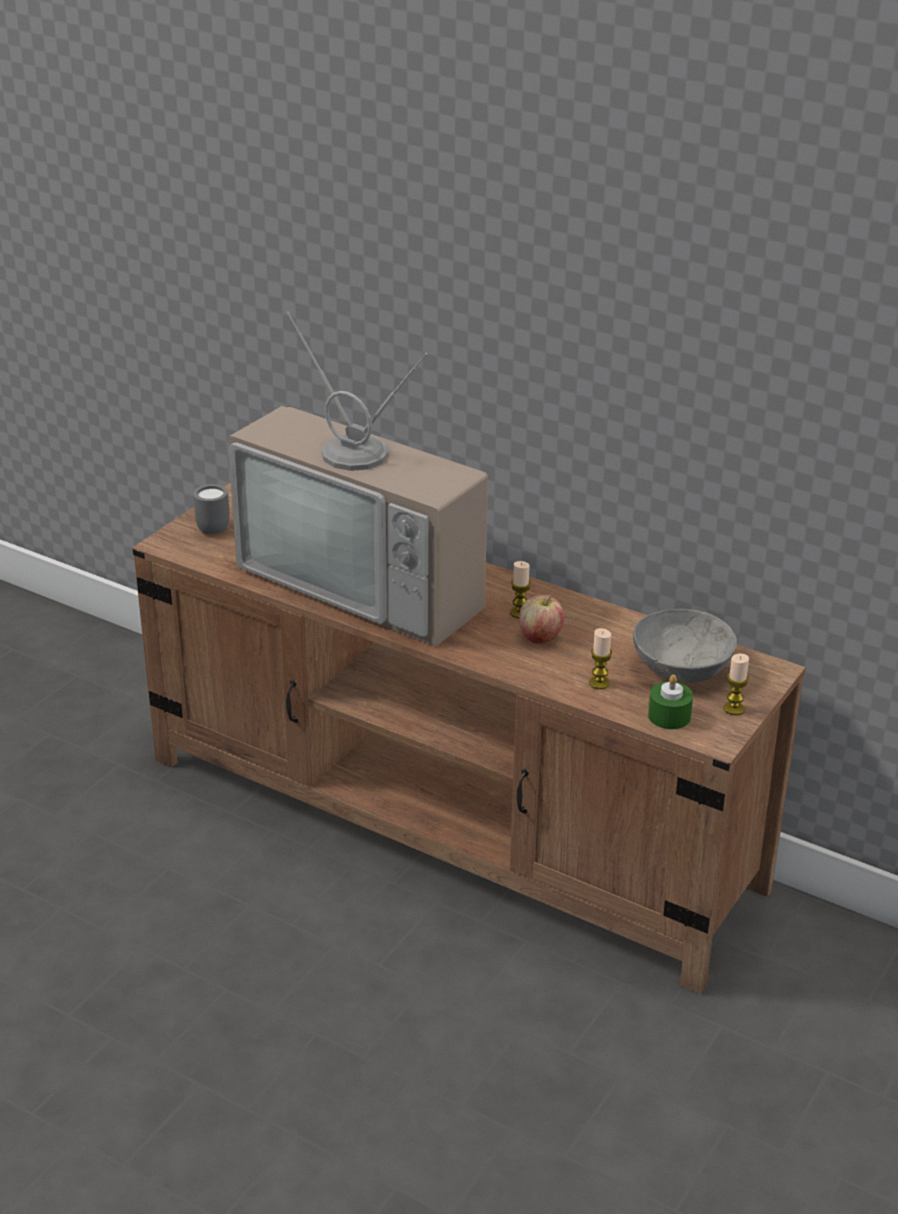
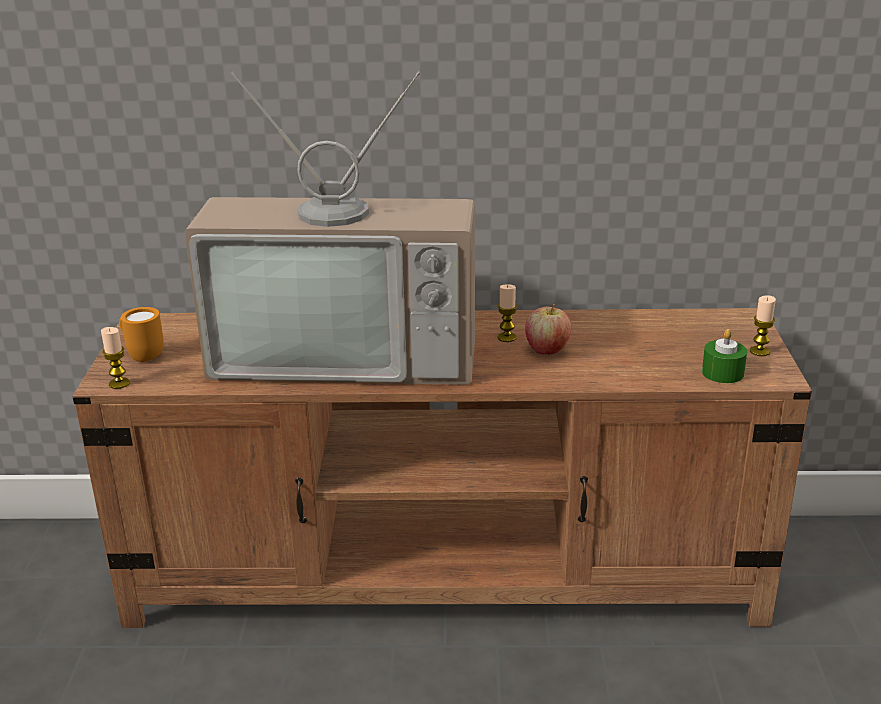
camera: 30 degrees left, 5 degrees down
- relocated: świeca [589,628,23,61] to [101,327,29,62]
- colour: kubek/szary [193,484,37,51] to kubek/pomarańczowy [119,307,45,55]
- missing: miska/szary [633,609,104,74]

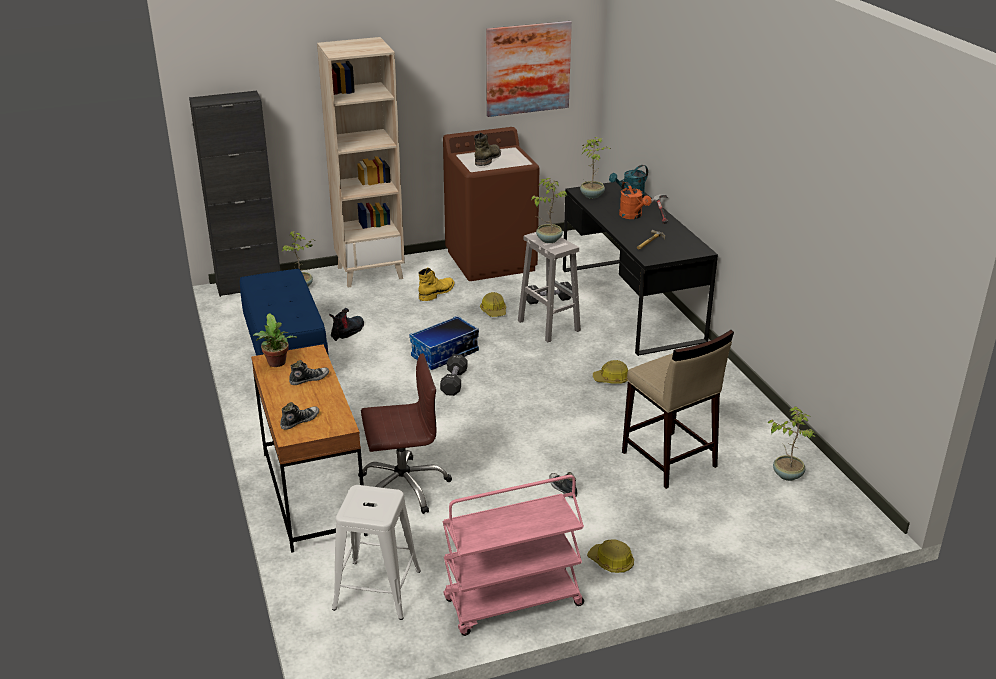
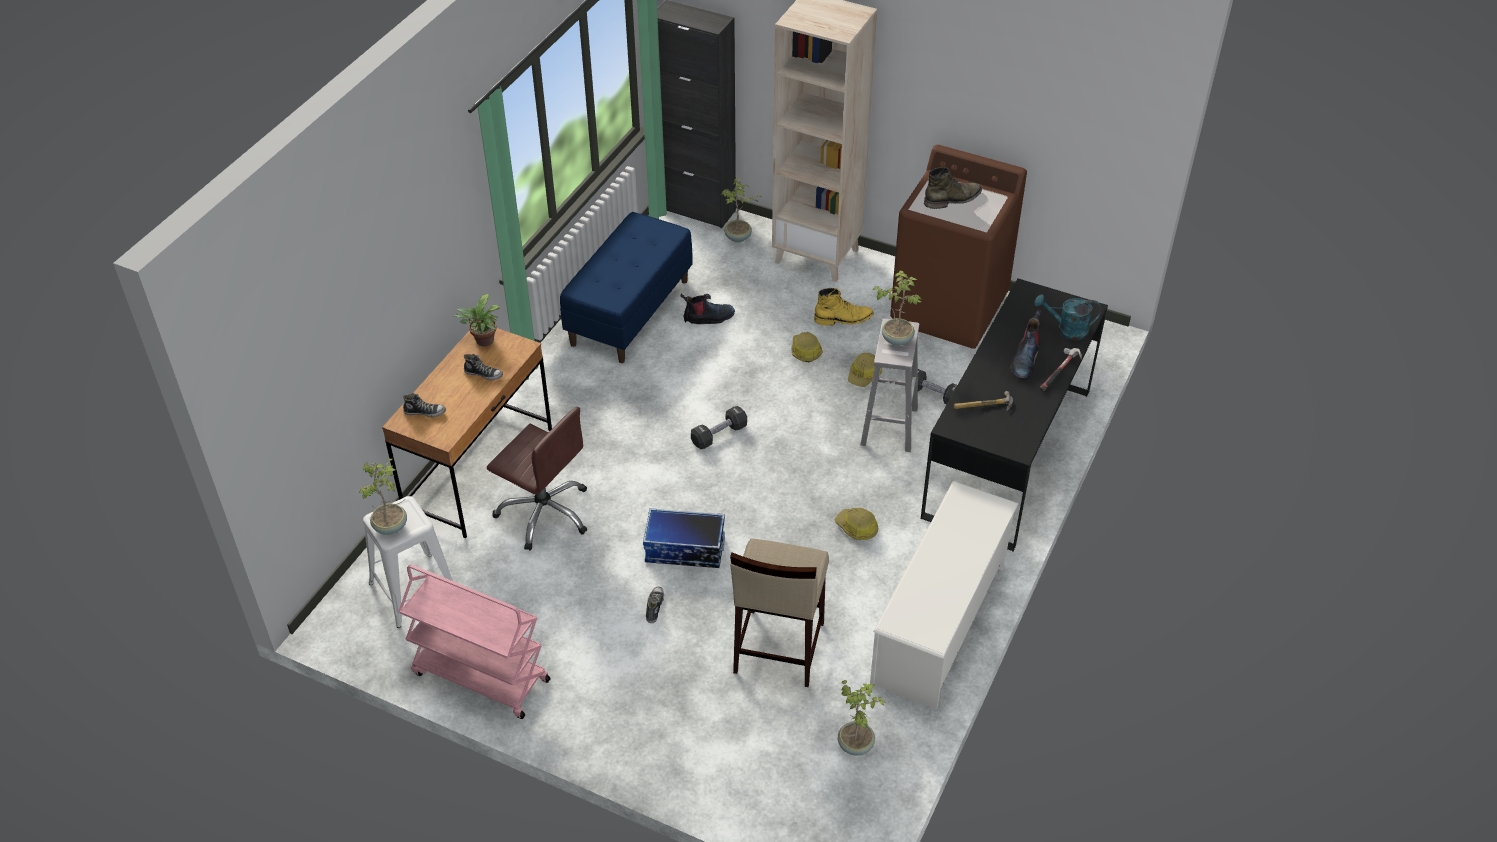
camera: 45 degrees right, 15 degrees up
- relocated: roślina doniczkowa [580,137,32,62] to [359,459,48,76]
- relocated: pojemnik do przechowywania [409,316,70,54] to [643,508,82,60]
- relocated: kask [587,539,47,34] to [791,332,32,31]
- appeared: regał na buty/biały [870,481,149,228]
- exchanged: konewka/pomarańczowy [619,182,33,37] to but z cholewką [1010,310,31,68]
- missing: obraz [486,21,86,96]

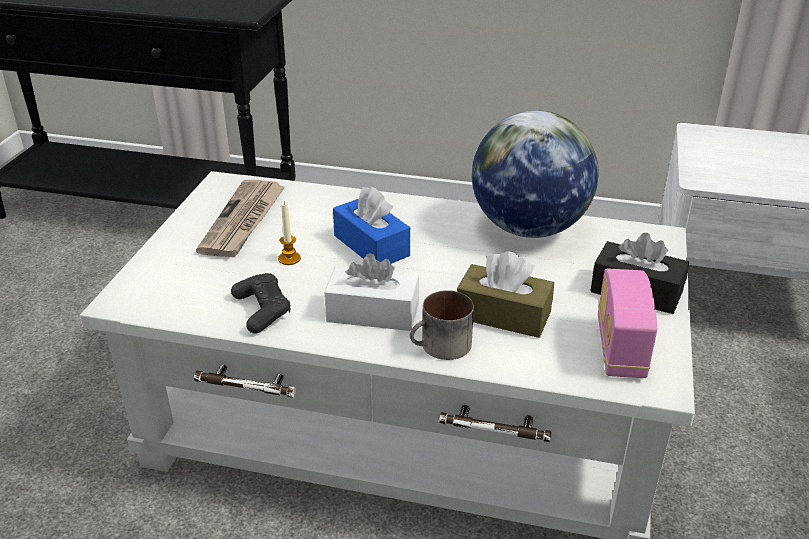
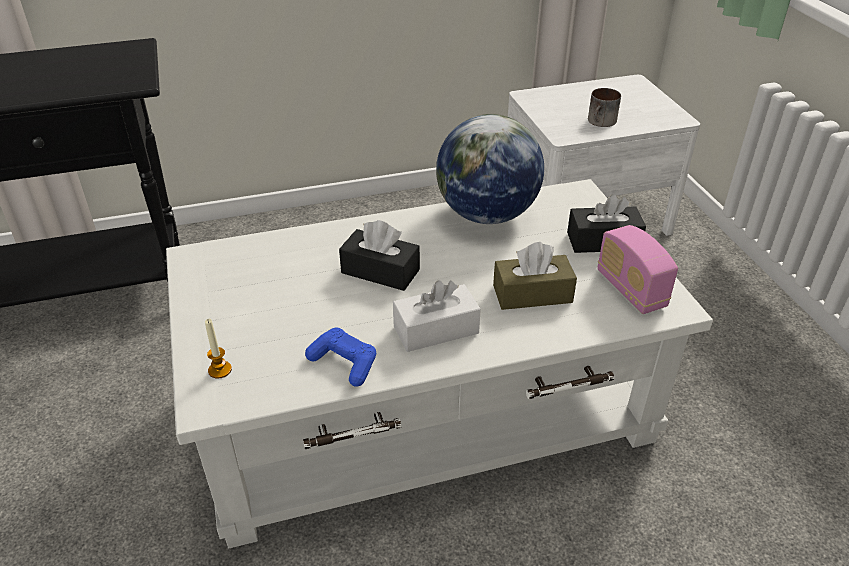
camera: 30 degrees left, 5 degrees up
- relocated: świeca [278,202,23,63] to [205,319,27,60]
- colour: pad do gier/czarny [231,273,59,61] to pad do gier/niebieski [305,328,71,59]
- colour: pudełko chusteczek/niebieski [333,187,77,77] to pudełko chusteczek/czarny [339,220,81,71]
- relocated: kubek [410,290,64,70] to [588,88,33,39]
- missing: gazeta [196,180,89,77]

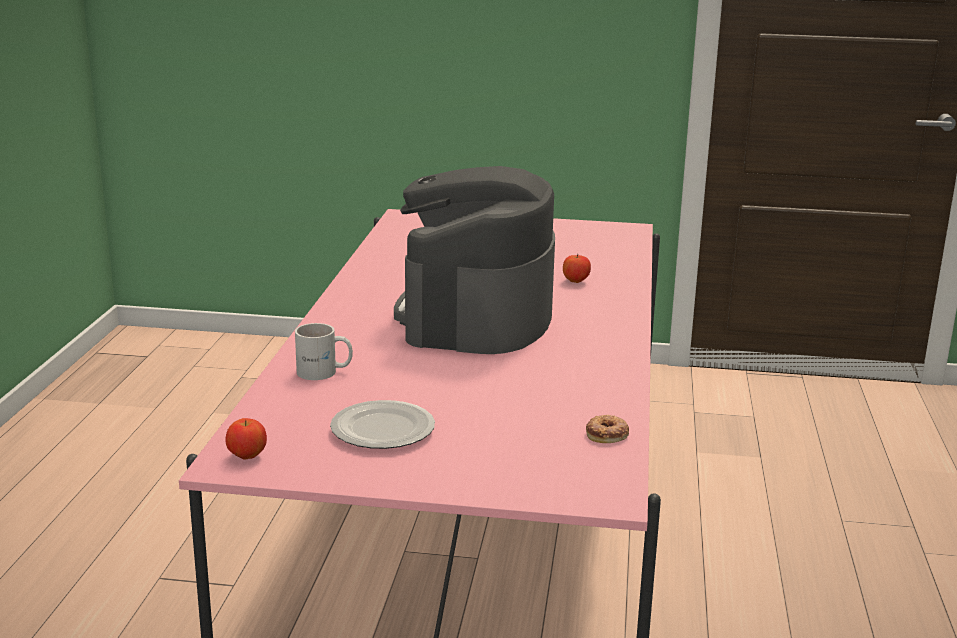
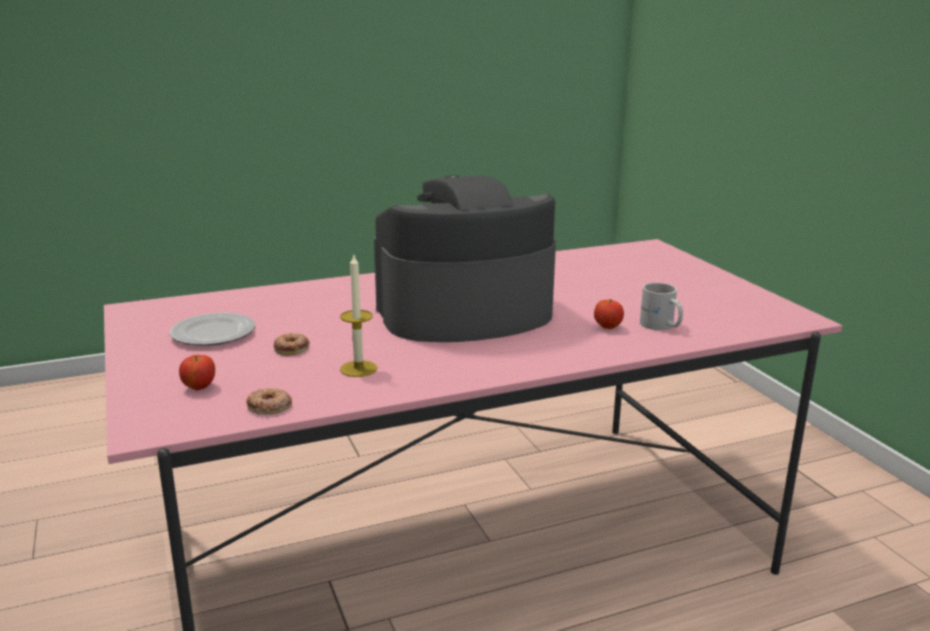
camera: 60 degrees right, 0 degrees up
- relocated: jabłko [225,418,42,42] to [179,355,36,35]
- appeared: donut [274,333,36,23]
- appeared: świeca [340,255,37,122]
- relocated: kubek/biały [295,323,58,57] to [640,283,43,47]

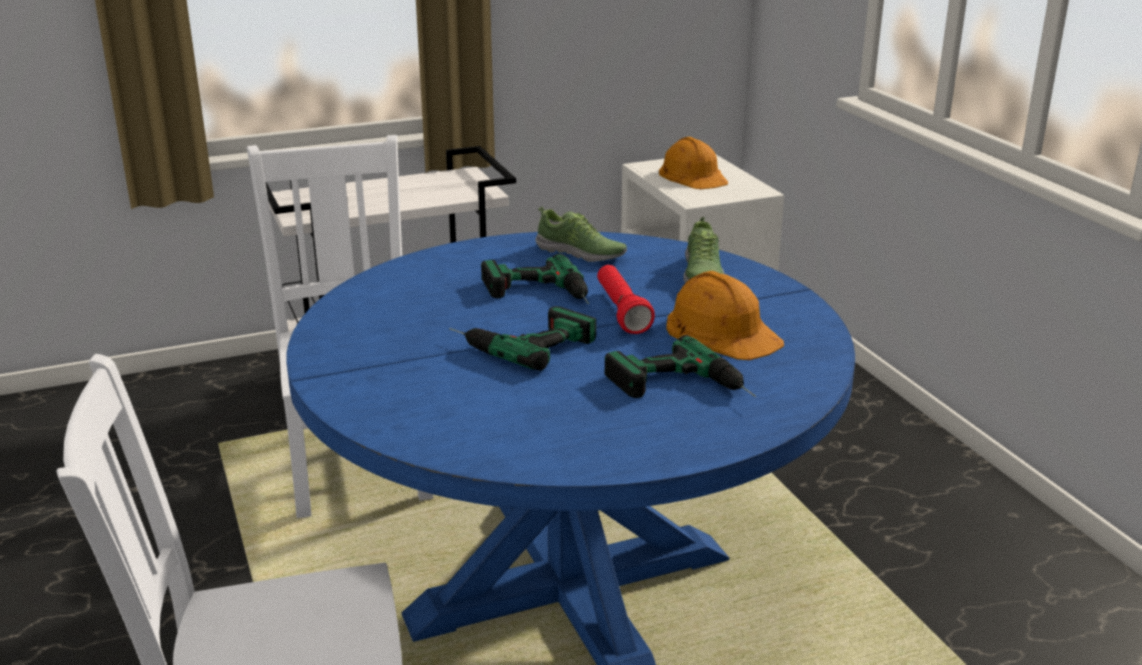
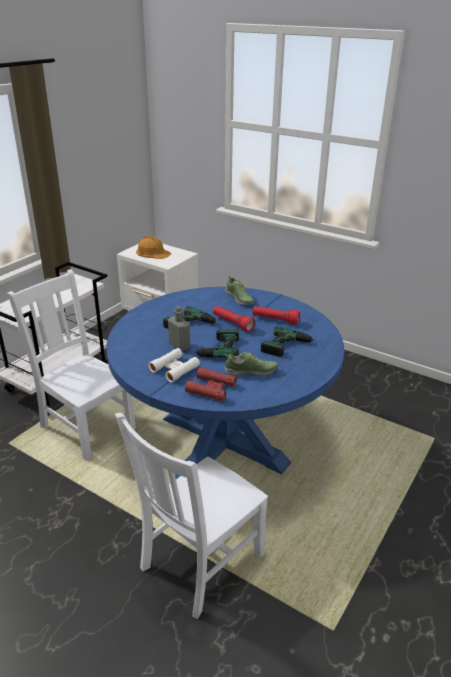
camera: 35 degrees left, 5 degrees up
- appeared: lornetka/biały [148,348,52,34]
- appeared: butelka/szary [168,306,22,45]
- appeared: lornetka/czerwony [185,367,52,34]
- relocated: but [535,206,92,56] to [224,352,54,24]
- exchanged: kask/pomarańczowy [666,271,118,89] to latarka/czerwony [253,306,47,19]

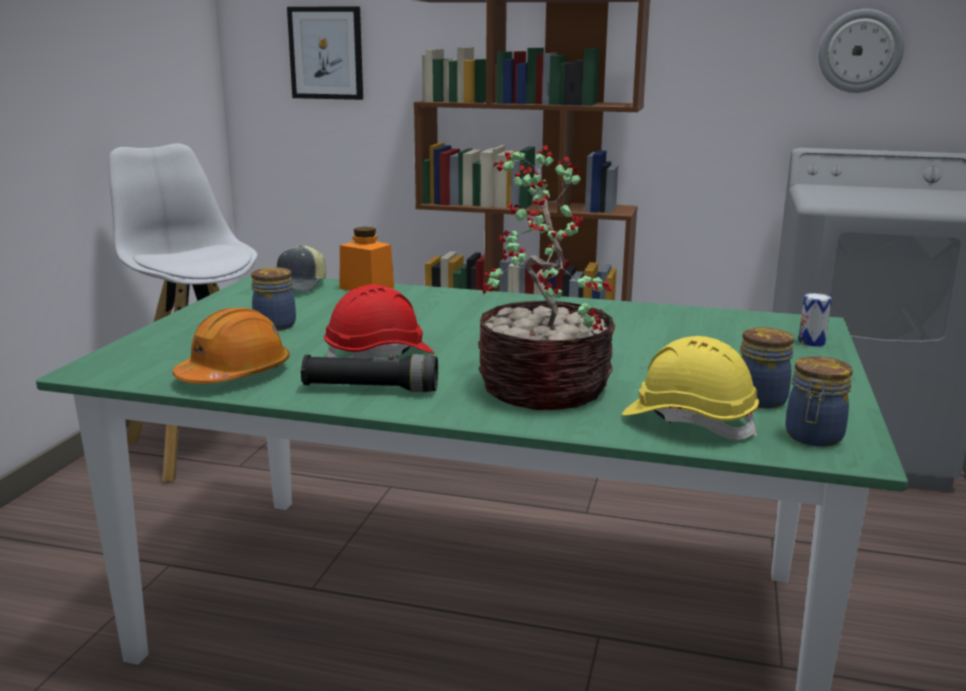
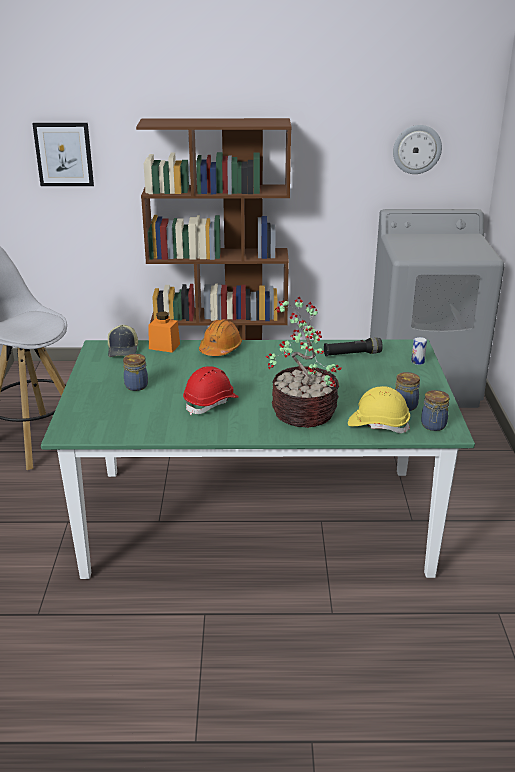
camera: 15 degrees left, 10 degrees up
- relocated: kask/pomarańczowy [173,308,117,76] to [199,319,43,37]
- relocated: latarka/czarny [301,354,137,38] to [324,338,59,18]

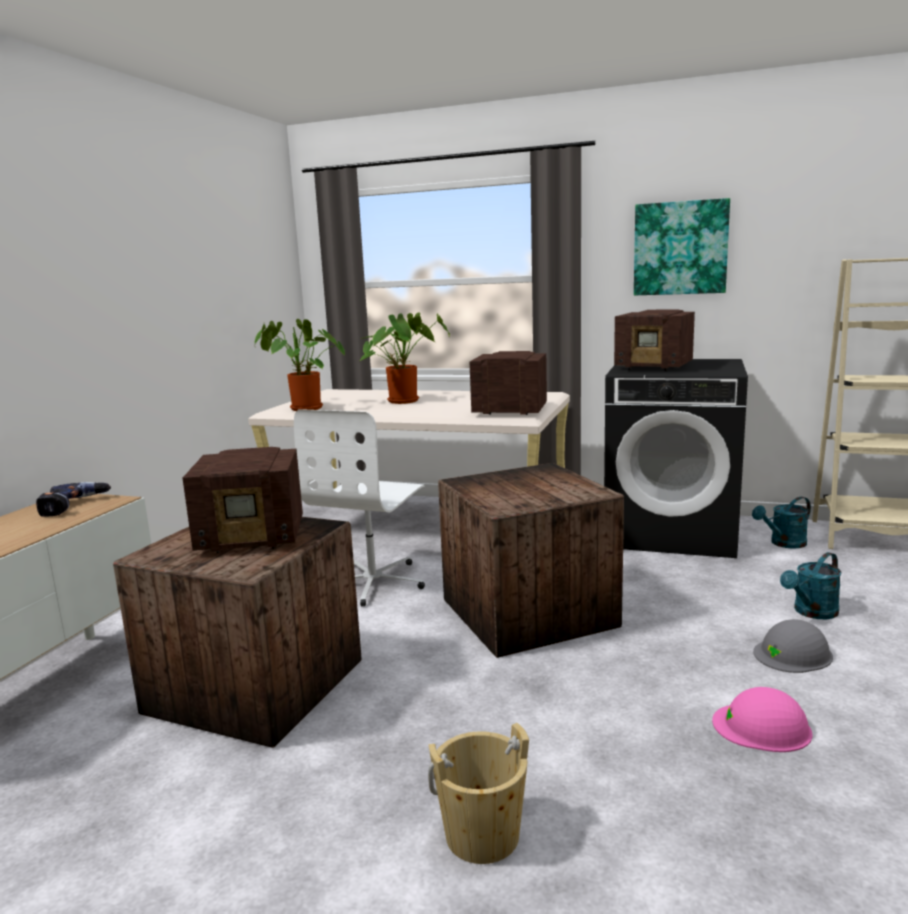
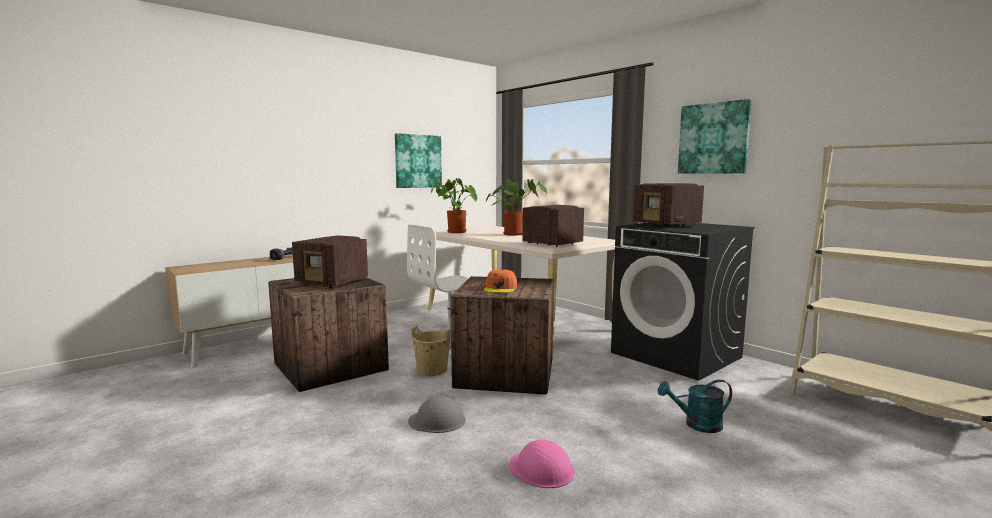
camera: 30 degrees right, 5 degrees down
- appeared: obraz [395,133,47,55]
- relocated: kask/szary [753,619,80,54] to [408,396,57,37]
- relocated: wiadro/beżowy [428,723,101,141] to [411,325,40,51]
- appeared: czapka z daszkiem/pomarańczowy [484,269,33,24]
- missing: konewka/turkusowy [752,497,59,52]

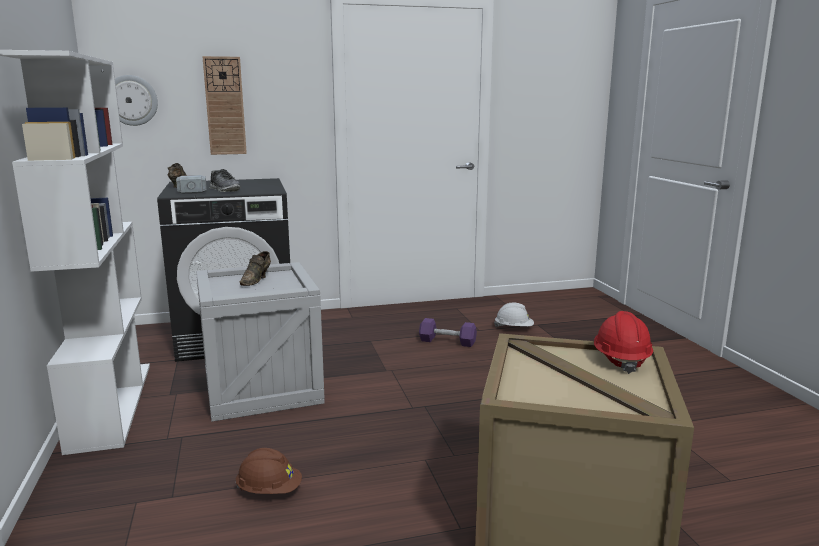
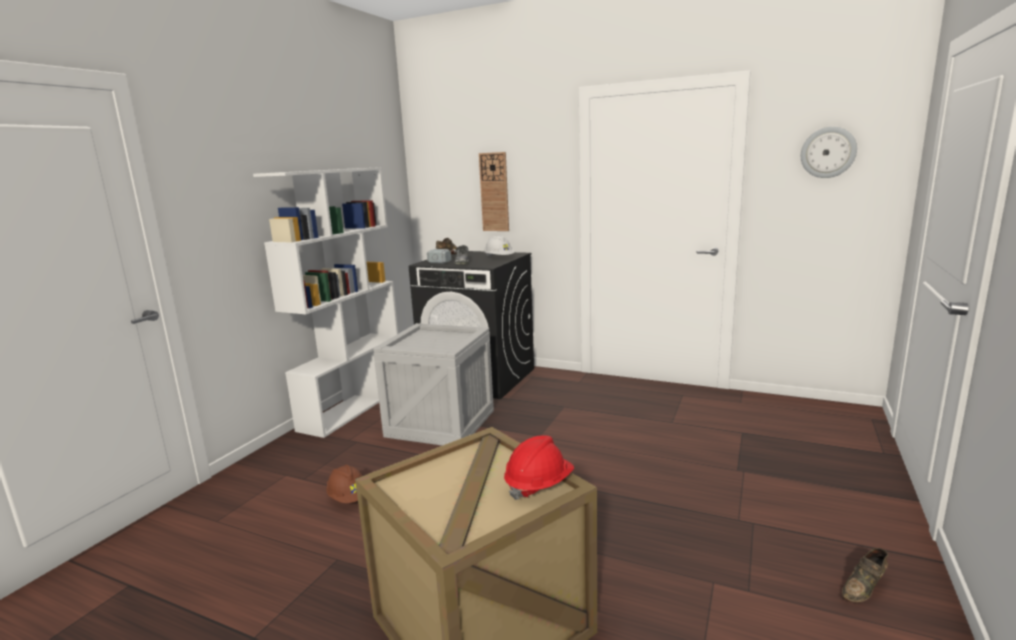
camera: 40 degrees right, 0 degrees up
- relocated: kask/biały [494,303,40,24] to [484,235,31,22]
- relocated: zegar ścienny [115,75,43,51] to [801,127,56,51]
- relocated: but/brązowy [239,251,32,35] to [842,548,46,55]
- missing: hantel/fioletowy [419,318,58,29]

